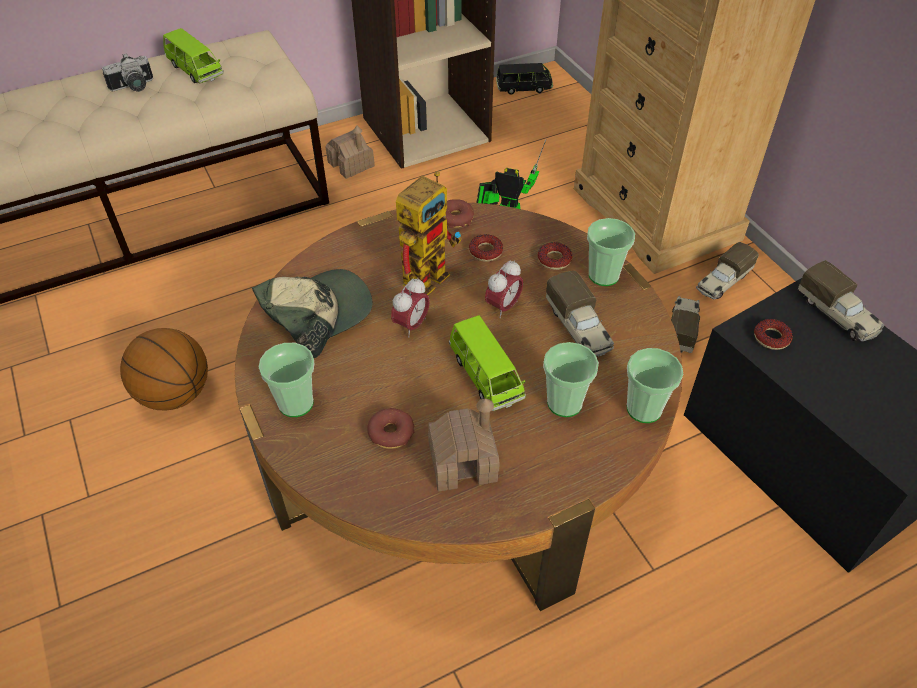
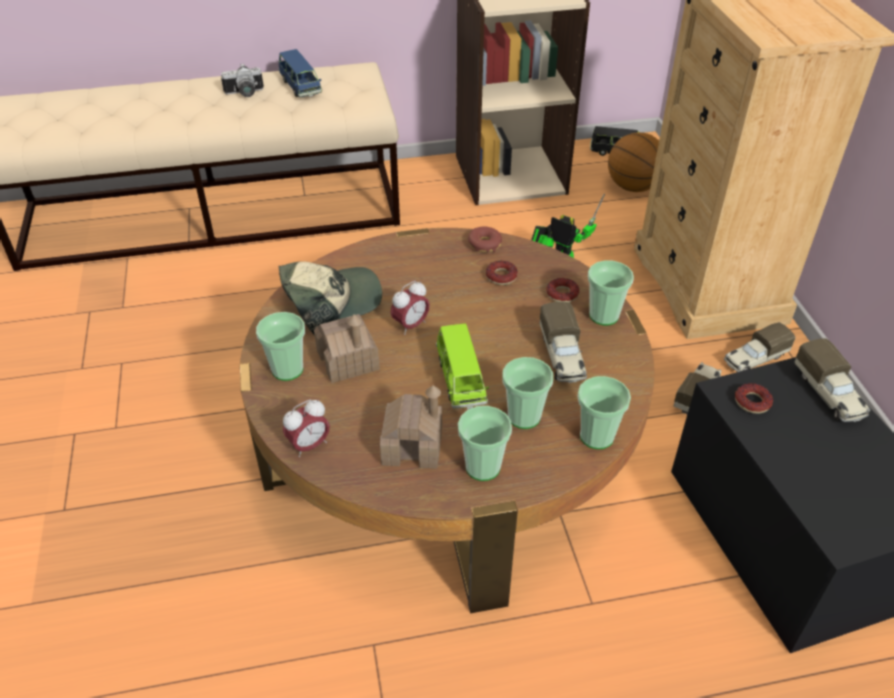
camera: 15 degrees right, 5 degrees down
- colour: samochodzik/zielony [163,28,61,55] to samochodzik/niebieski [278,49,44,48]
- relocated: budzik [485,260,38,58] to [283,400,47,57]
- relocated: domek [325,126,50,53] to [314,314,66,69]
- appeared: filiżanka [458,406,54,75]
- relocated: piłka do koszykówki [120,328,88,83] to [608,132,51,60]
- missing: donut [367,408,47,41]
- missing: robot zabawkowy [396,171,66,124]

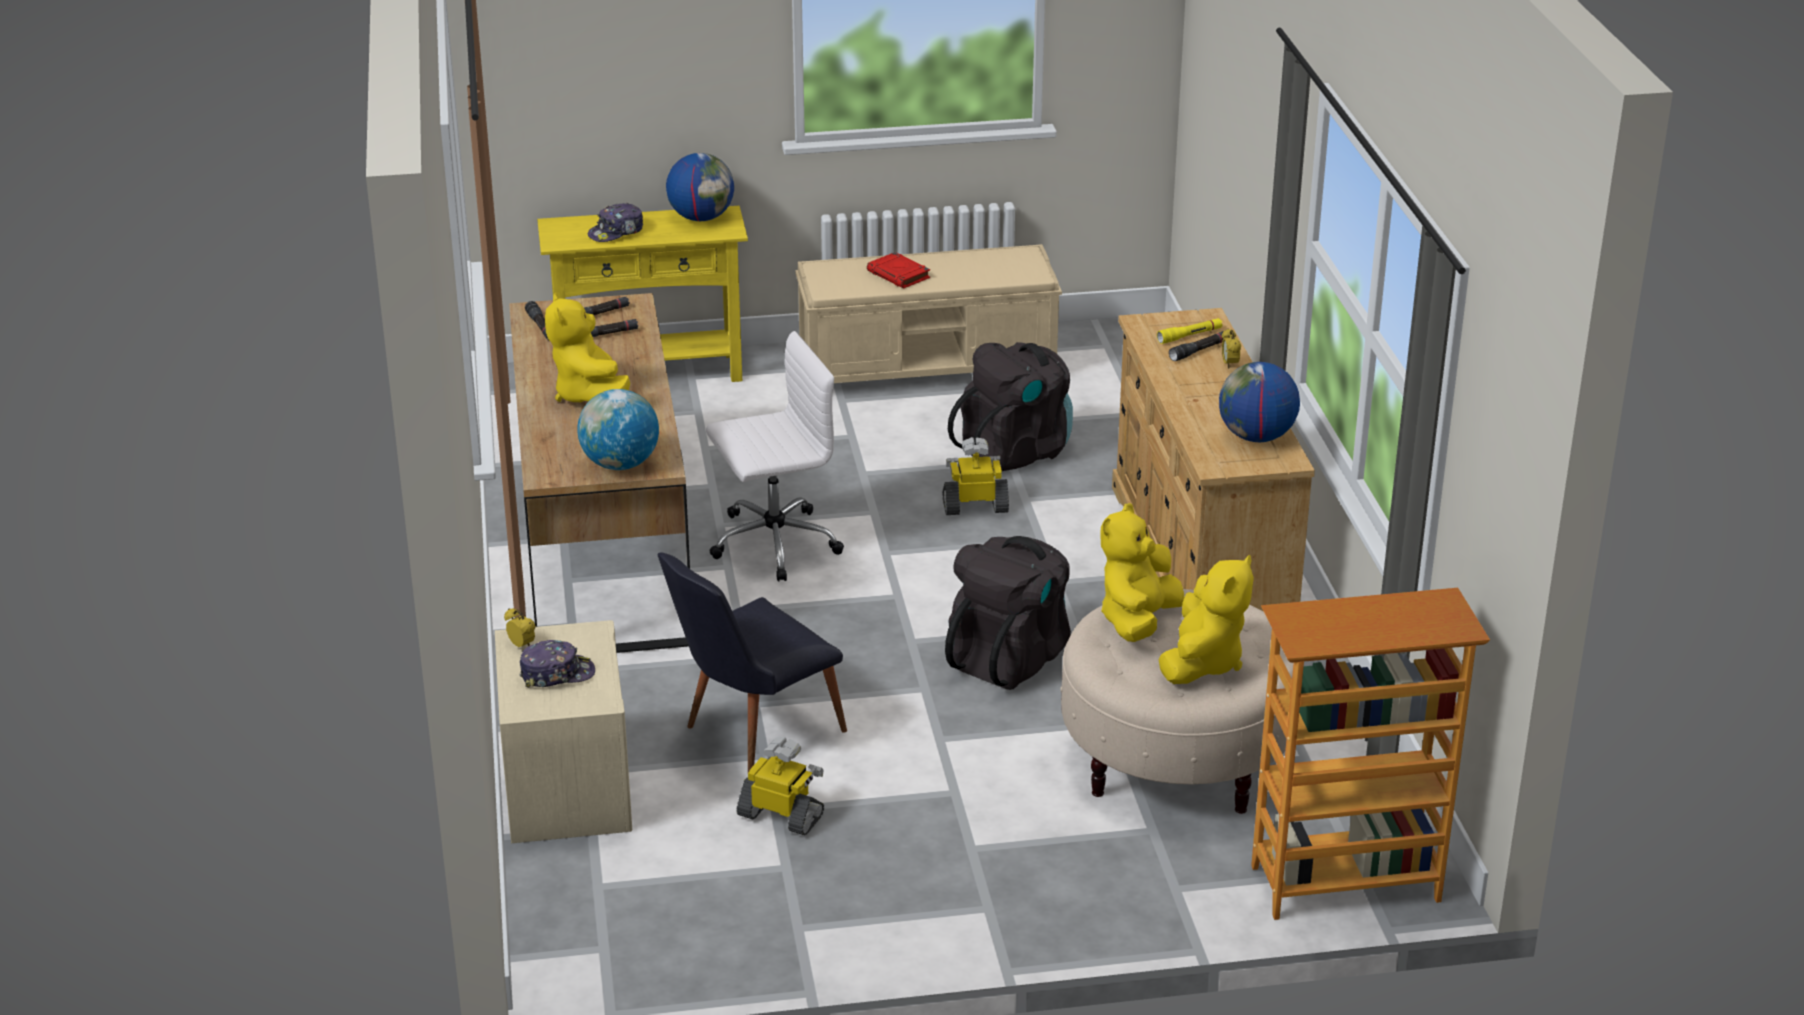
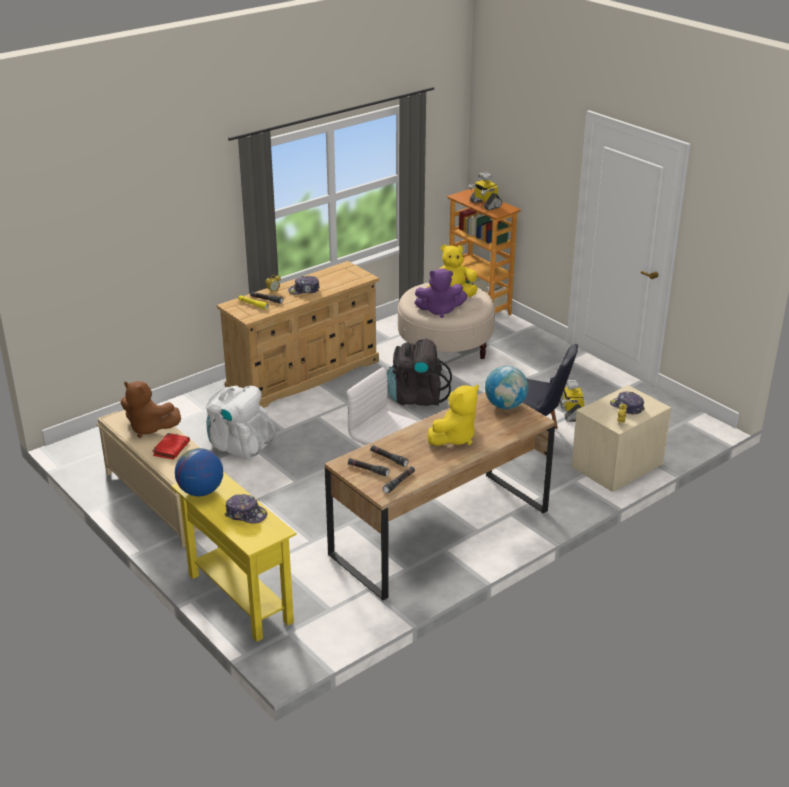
camera: 120 degrees left, 0 degrees up
- appeared: pluszak/brązowy [121,381,60,57]
- colour: plecak/czarny [948,342,125,129] to plecak/biały [207,386,69,73]
- appeared: czapka z daszkiem [288,276,32,18]
- colour: pluszak/żółty [1100,503,85,139] to pluszak/fioletowy [415,268,52,50]
- relocated: robot zabawkowy [942,437,67,78] to [468,172,34,38]
- missing: globus [1219,362,81,80]

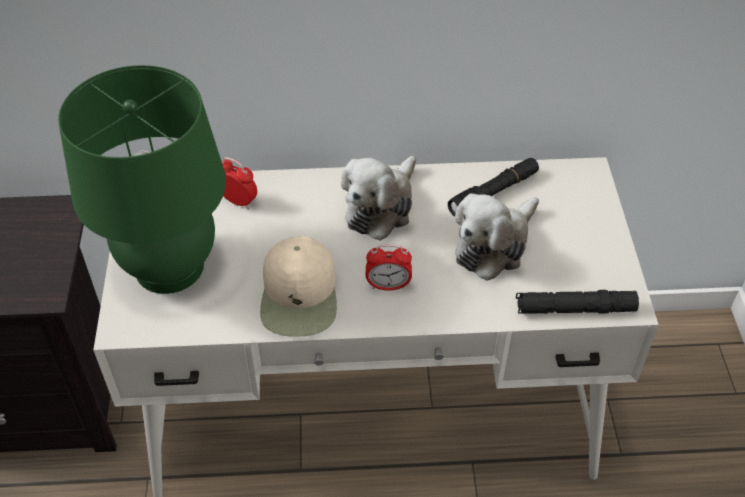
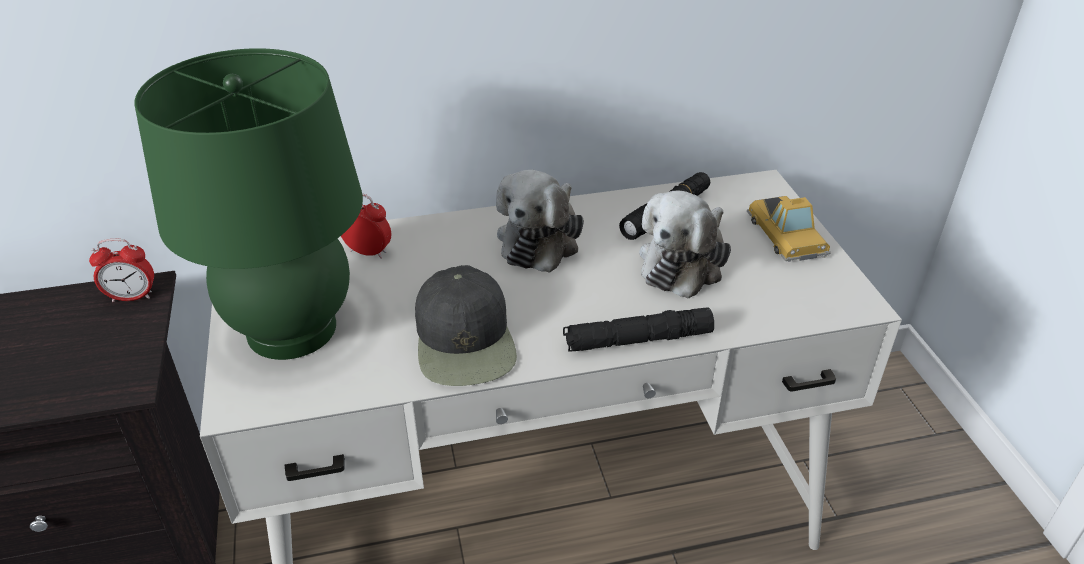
camera: 10 degrees left, 10 degrees down
- relocated: budzik [366,244,46,47] to [89,239,65,63]
- colour: czapka z daszkiem/beżowy [260,236,77,101] to czapka z daszkiem/czarny [415,265,102,121]
- relocated: latarka/czarny [516,290,123,24] to [563,307,151,45]
- appeared: samochodzik [747,196,84,66]

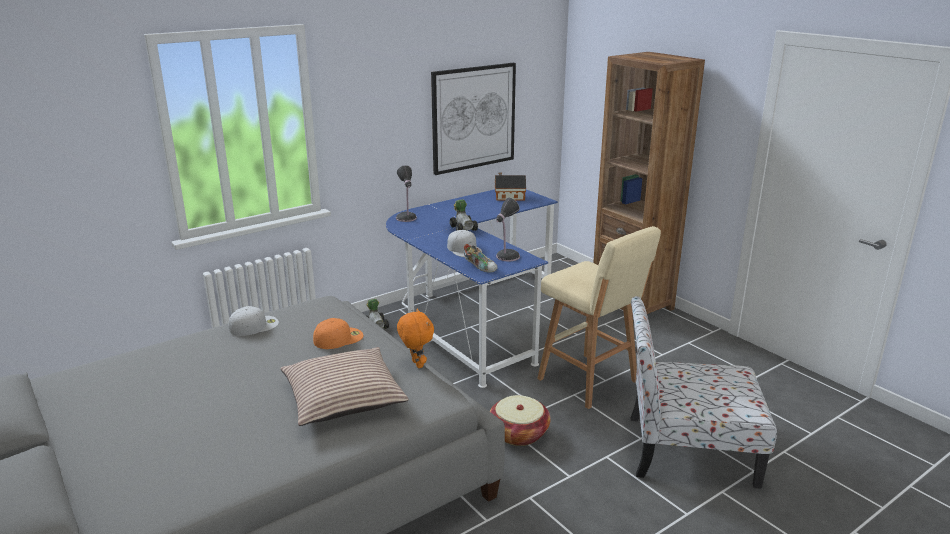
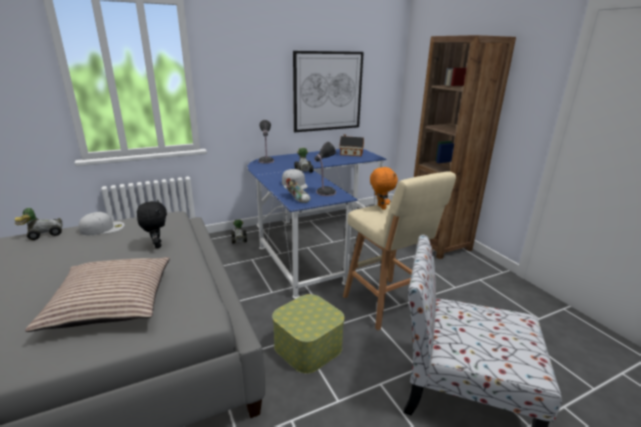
camera: 10 degrees right, 0 degrees up
- appeared: samochodzik [15,208,48,32]
- exchanged: czapka z daszkiem/pomarańczowy [313,318,50,31] to pluszak/czarny [137,200,30,48]
- exchanged: koszyk [490,395,61,51] to pojemnik do przechowywania [272,294,73,80]
- relocated: pluszak/pomarańczowy [397,309,37,59] to [370,166,28,44]

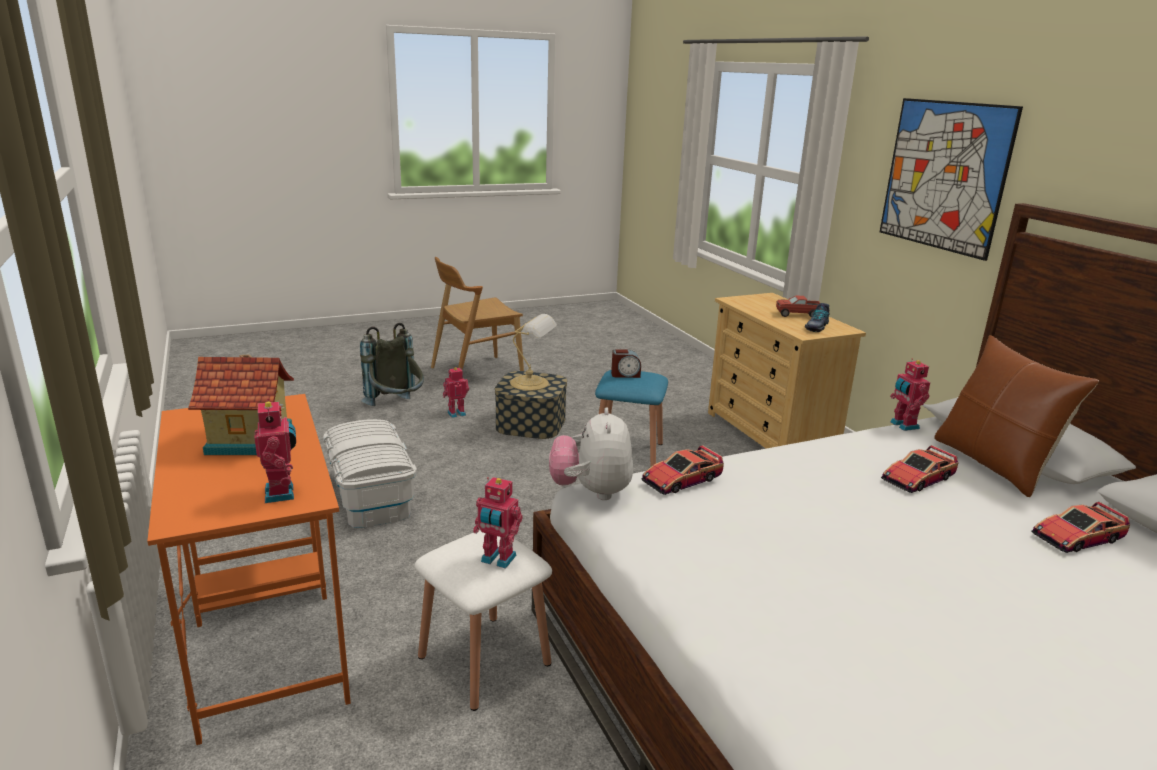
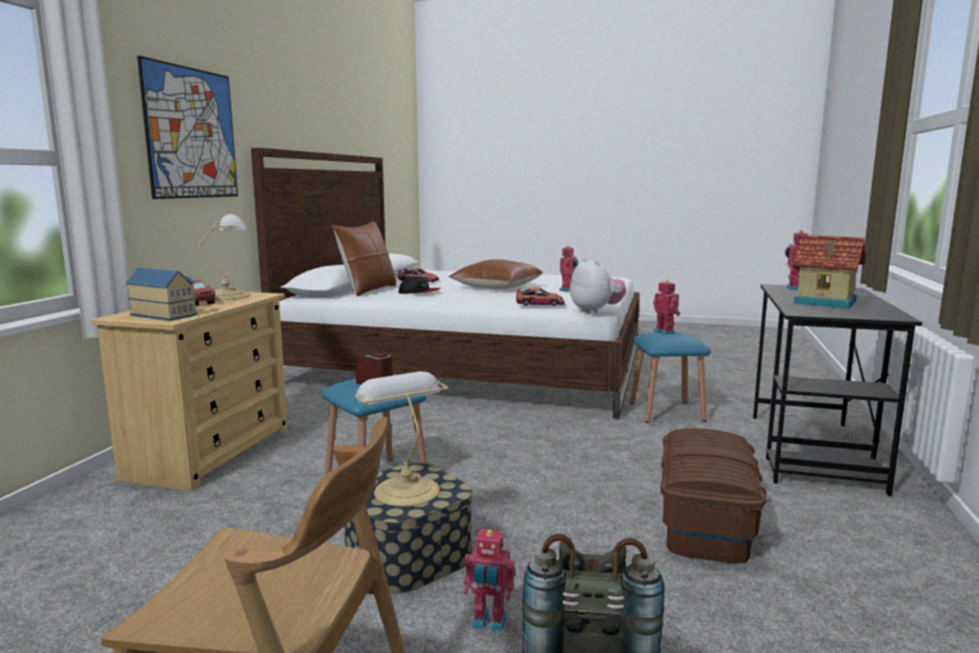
camera: 140 degrees left, 10 degrees down
- appeared: domek [126,267,71,54]
- exchanged: but [805,303,24,29] to lampa stołowa [199,214,51,86]
- exchanged: samochodzik [881,445,78,48] to czapka z daszkiem [399,276,42,18]
- appeared: poduszka/brązowy [448,259,95,30]
- relocated: robot zabawkowy [890,359,40,72] to [559,246,19,46]
- spun: pluszak [549,408,84,92] = [570,258,56,56] 60 degrees counterclockwise
- colour: stołek/biały [415,530,137,181] to stołek/niebieski [630,332,81,91]
- colour: pojemnik do przechowywania/biały [323,419,94,109] to pojemnik do przechowywania/brązowy [660,428,107,136]
- colour: biurko/pomarańczowy [147,394,204,351] to biurko/czarny [753,284,169,212]

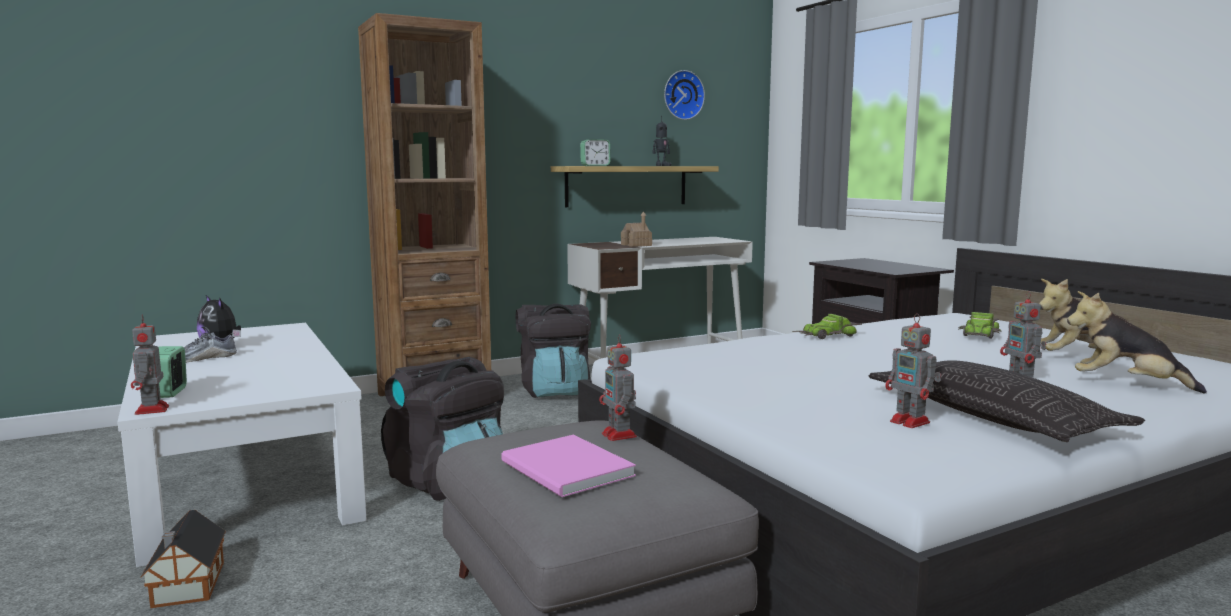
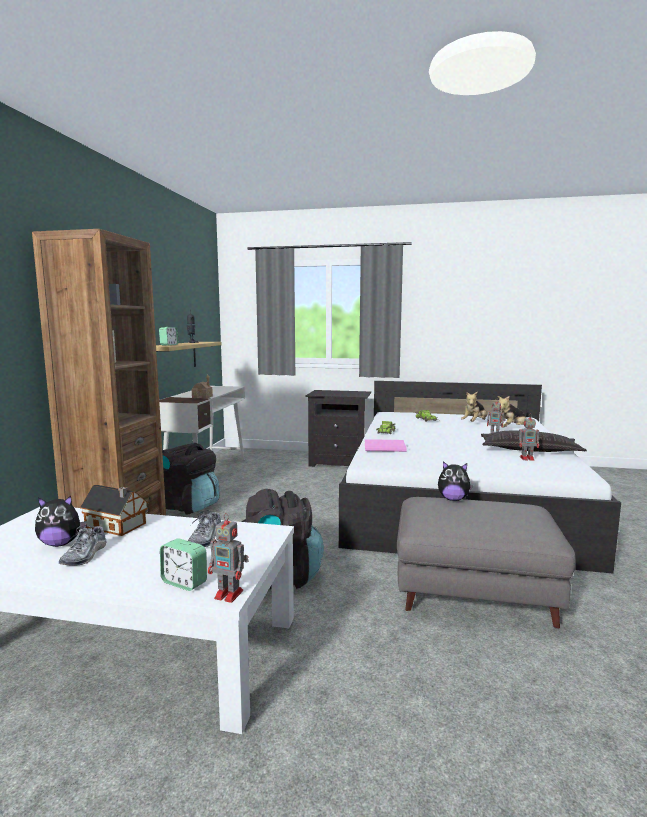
camera: 50 degrees left, 0 degrees up
- relocated: domek [141,510,85,98] to [80,485,68,51]
- appeared: but [188,510,33,37]
- relocated: książka/różowy [501,435,135,62] to [365,439,42,13]
- exchanged: robot zabawkowy [599,334,38,107] to pluszak [438,461,35,40]
- missing: zegar ścienny [664,70,41,50]

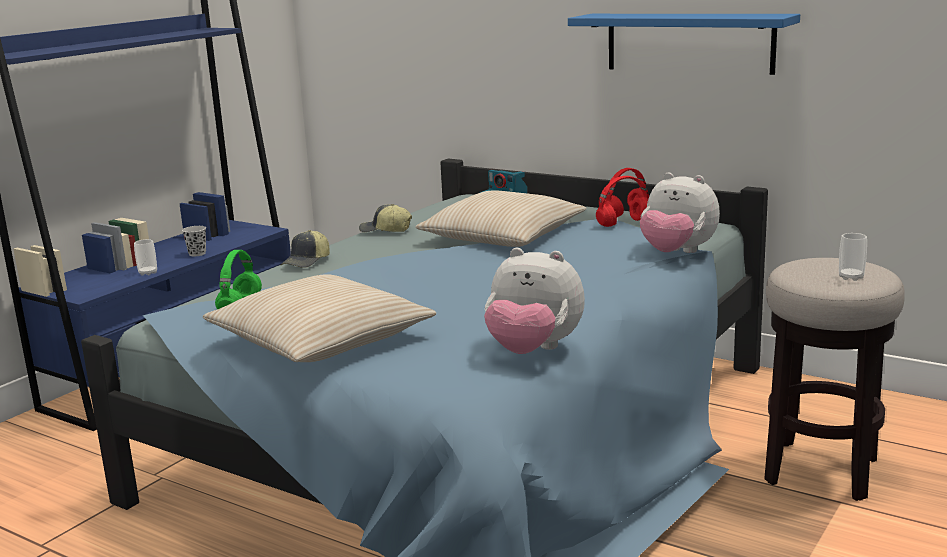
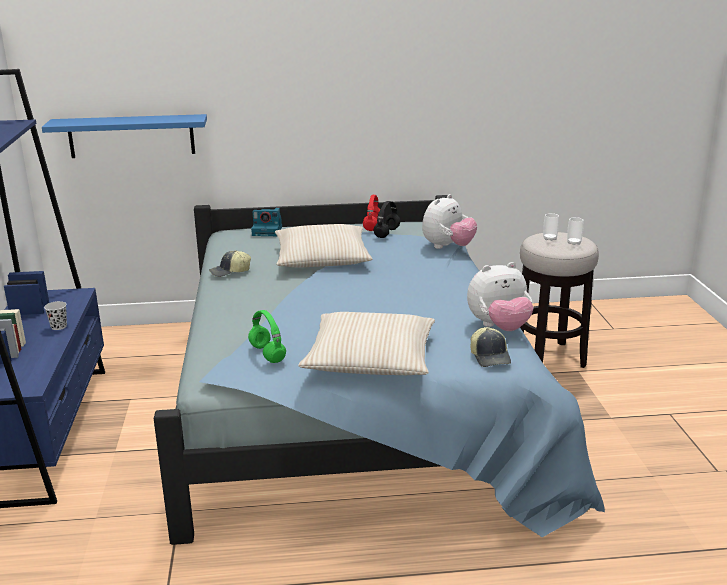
camera: 40 degrees left, 5 degrees up
- relocated: półka/niebieski [568,14,232,61] to [42,114,165,44]
- colour: słuchawki/czerwony [596,176,52,51] to słuchawki/czarny [374,201,26,37]
- spun: pluszak [640,172,80,81] = [422,194,55,55] 45 degrees counterclockwise
- relocated: czapka z daszkiem [280,230,50,38] to [471,327,40,40]
- relocated: filiżanka [134,239,23,36] to [543,213,16,28]

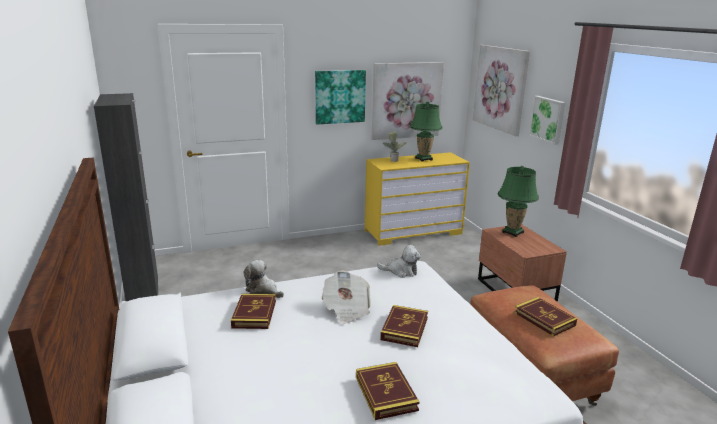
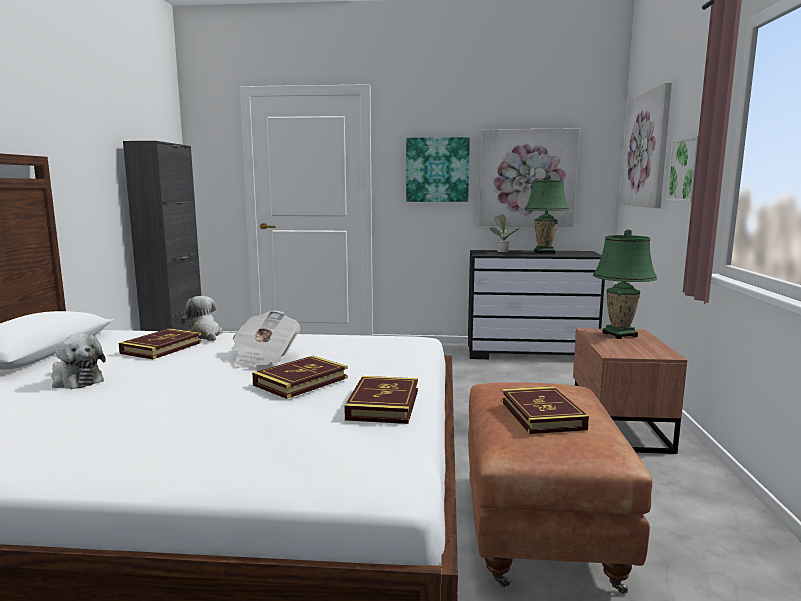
camera: 25 degrees right, 10 degrees down
- relocated: pluszak [377,245,44,33] to [51,334,55,55]
- relocated: książka [356,362,64,58] to [344,376,74,48]
- colour: komoda/żółty [365,152,105,94] to komoda/czarny [468,250,137,109]

